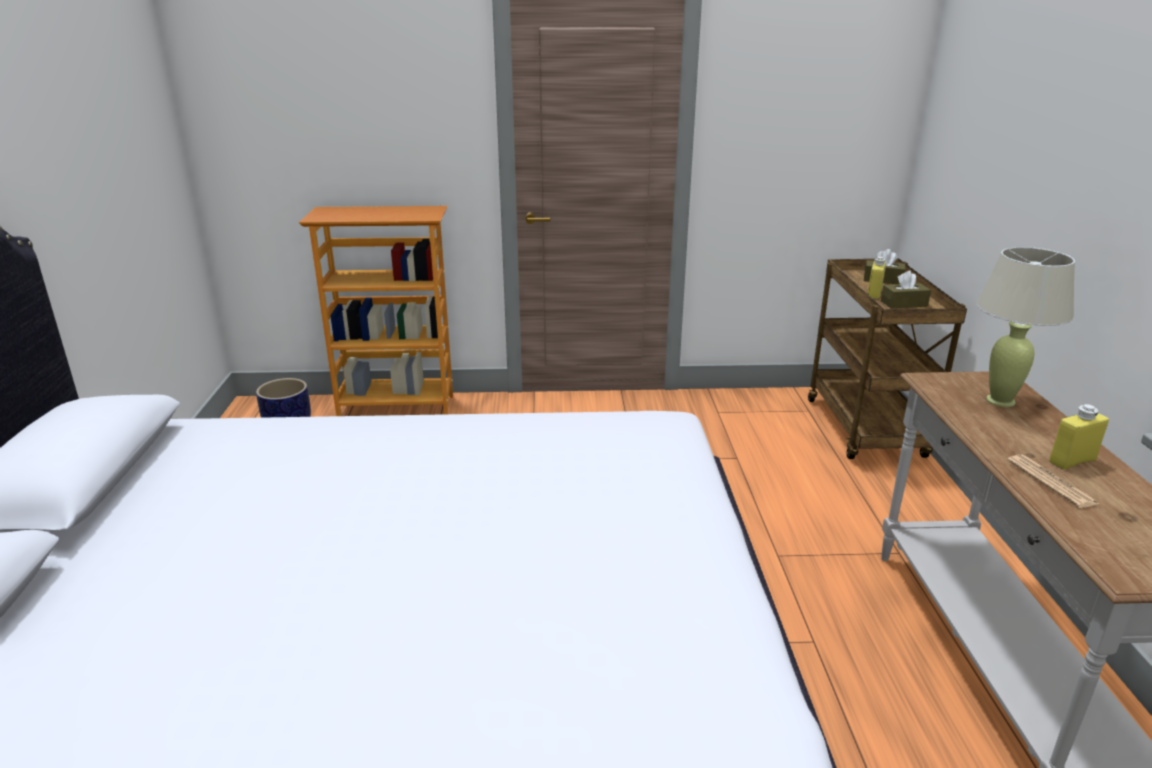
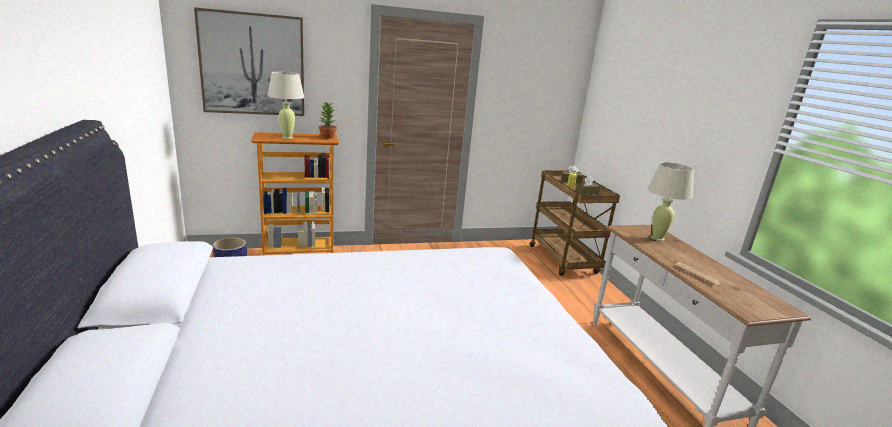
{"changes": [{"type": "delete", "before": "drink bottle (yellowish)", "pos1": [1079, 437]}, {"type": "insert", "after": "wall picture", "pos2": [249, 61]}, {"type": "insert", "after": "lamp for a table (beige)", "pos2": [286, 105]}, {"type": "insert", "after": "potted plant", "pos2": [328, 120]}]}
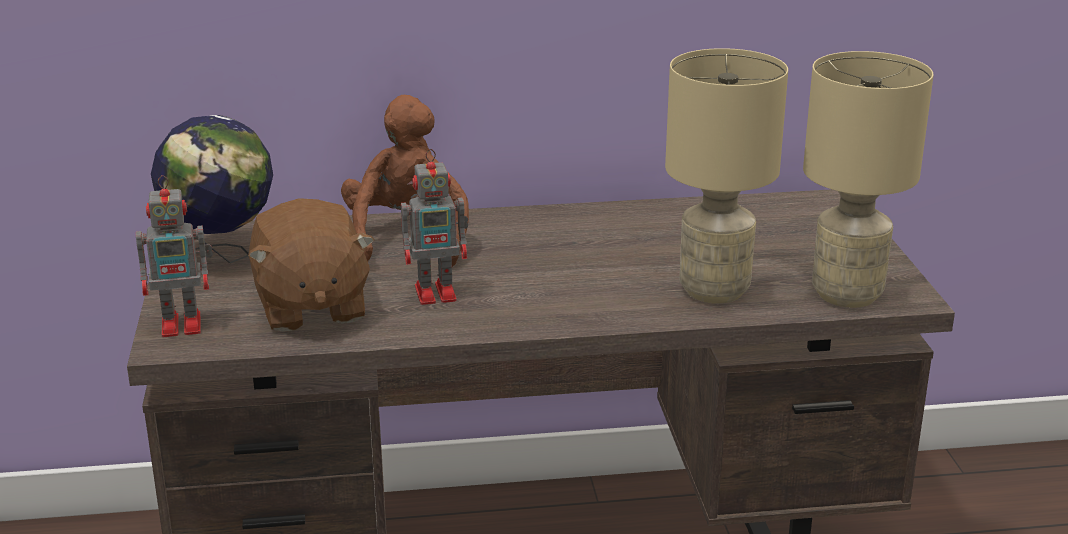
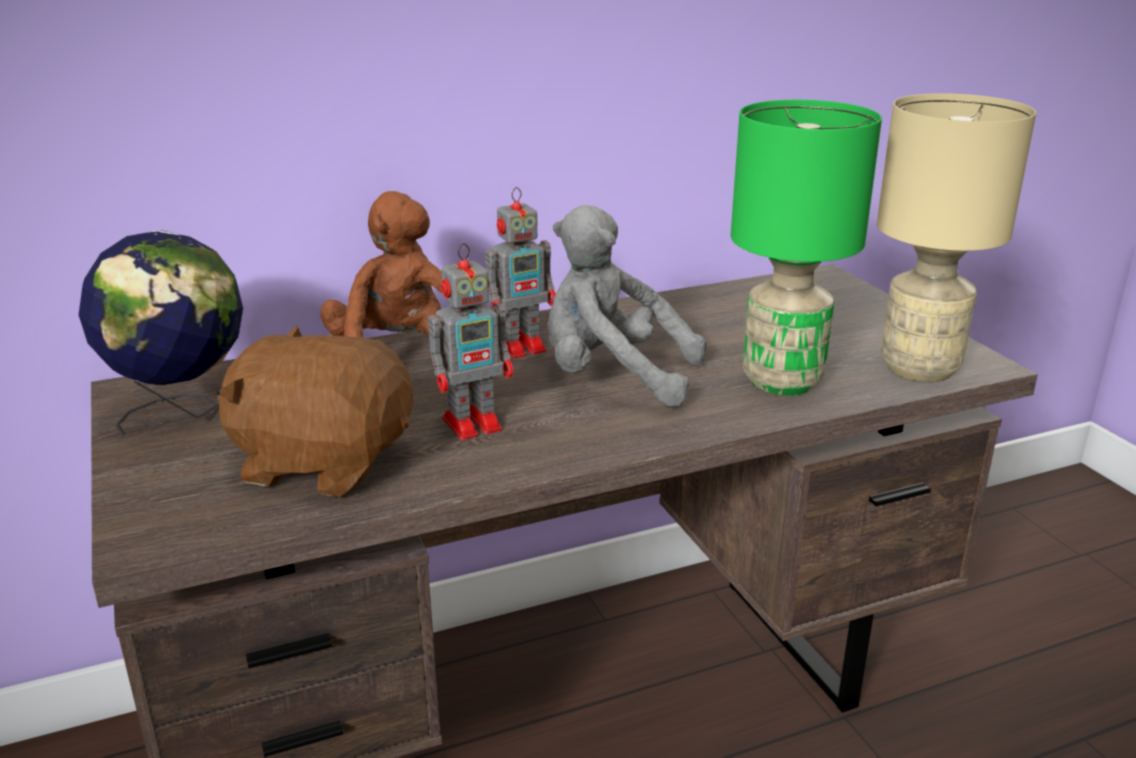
{"changes": [{"type": "move", "before": "toy robot", "pos1": [174, 256], "pos2": [520, 273]}, {"type": "rotate", "before": "plush toy (brown-coloured)", "pos1": [311, 265], "pos2": [315, 411], "turn": 135}, {"type": "recolor", "before": "lamp for a table (beige)", "after": "lamp for a table (green-coloured)", "pos1": [726, 176], "pos2": [806, 248]}, {"type": "insert", "after": "plush toy (gray)", "pos2": [626, 306]}]}
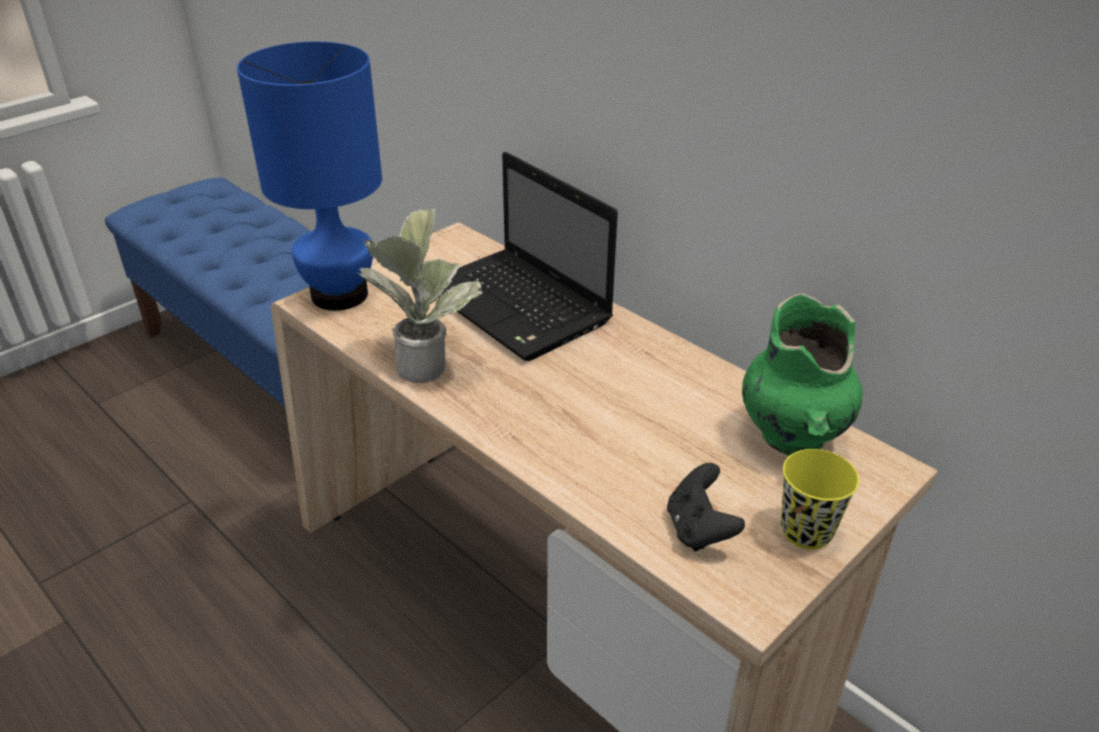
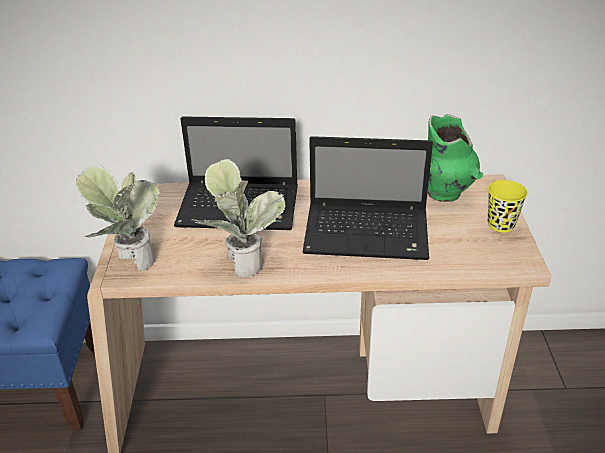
{"changes": [{"type": "replace", "before": "lamp for a table (bluish)", "after": "potted plant", "pos1": [309, 176], "pos2": [118, 218]}, {"type": "delete", "before": "joypad (black)", "pos1": [706, 507]}, {"type": "insert", "after": "portable computer", "pos2": [367, 198]}]}
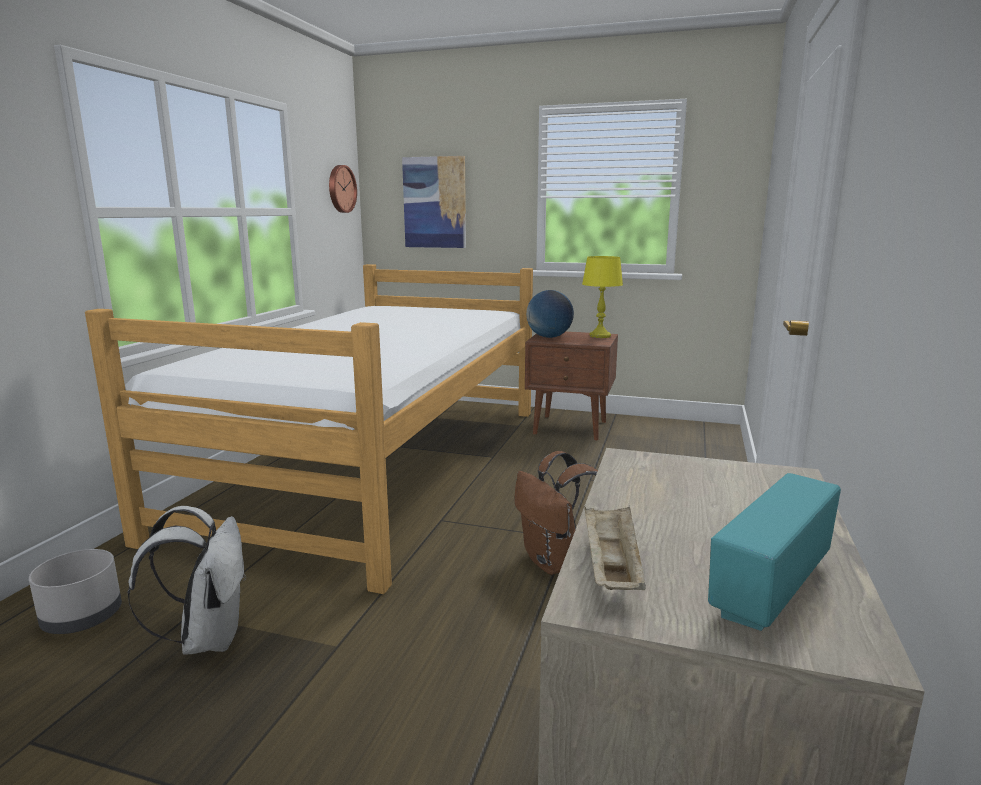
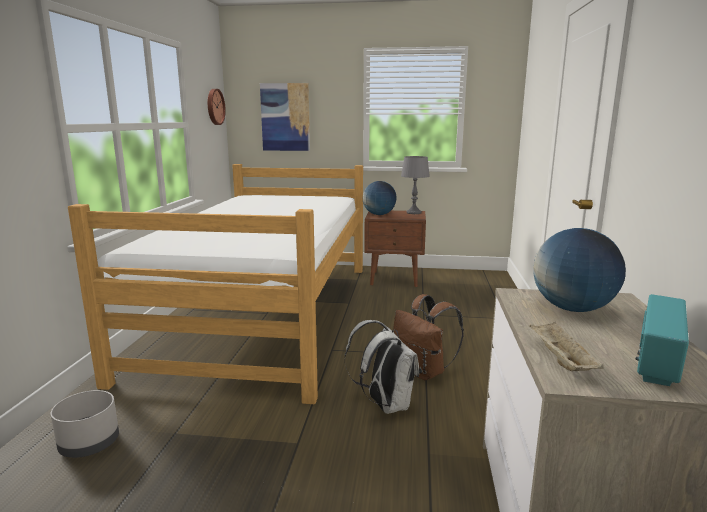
{"changes": [{"type": "move", "before": "knapsack (white)", "pos1": [187, 580], "pos2": [381, 367]}, {"type": "recolor", "before": "lamp for a table (yellowish)", "after": "lamp for a table (gray)", "pos1": [602, 297], "pos2": [415, 185]}, {"type": "insert", "after": "globe", "pos2": [580, 270]}]}
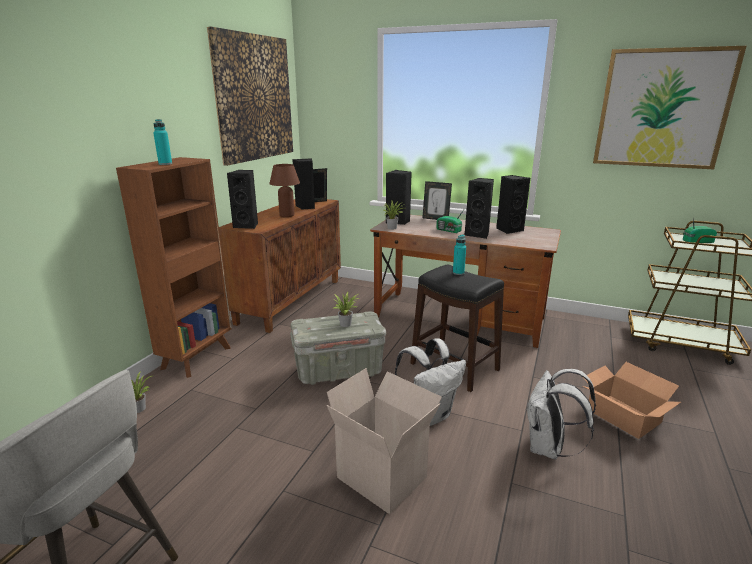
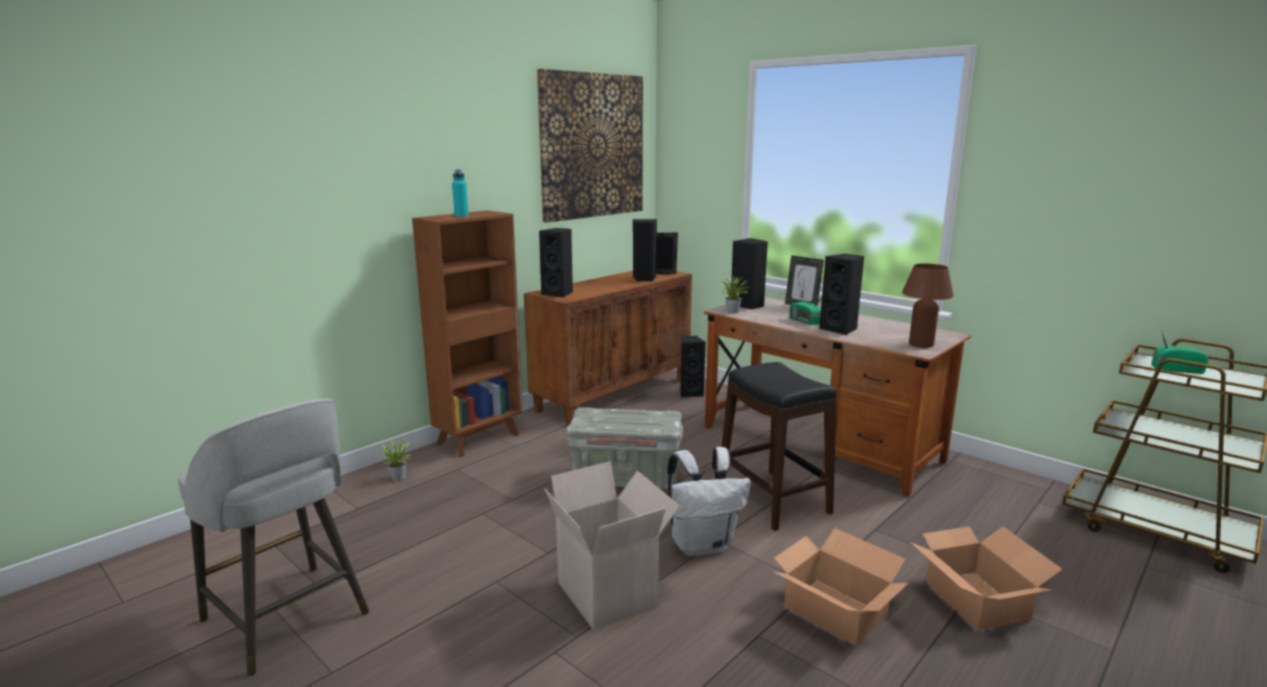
{"changes": [{"type": "move", "before": "lamp for a table (brown-coloured)", "pos1": [284, 190], "pos2": [928, 305]}, {"type": "delete", "before": "potted plant", "pos1": [346, 309]}, {"type": "delete", "before": "drink bottle (turquoise)", "pos1": [459, 254]}, {"type": "move", "before": "speaker (black)", "pos1": [513, 204], "pos2": [693, 366]}, {"type": "replace", "before": "knapsack (white)", "after": "carton", "pos1": [561, 414], "pos2": [840, 587]}, {"type": "delete", "before": "wall picture", "pos1": [669, 107]}]}
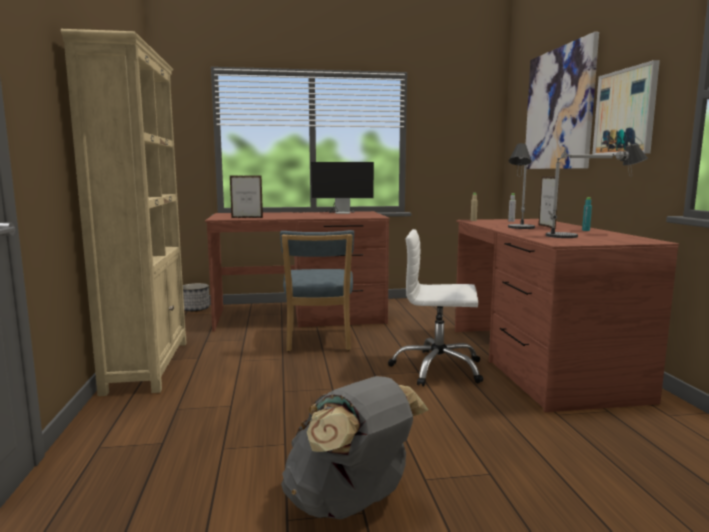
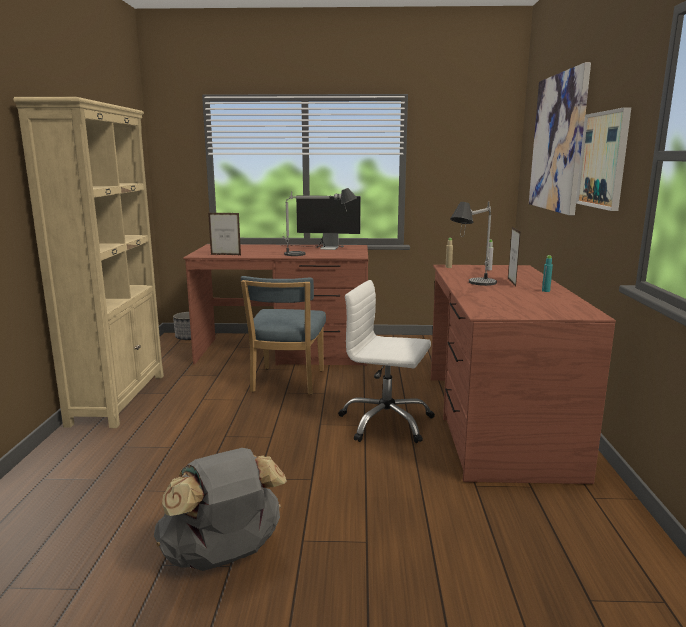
{"changes": [{"type": "move", "before": "lamp for a table", "pos1": [597, 190], "pos2": [320, 222]}]}
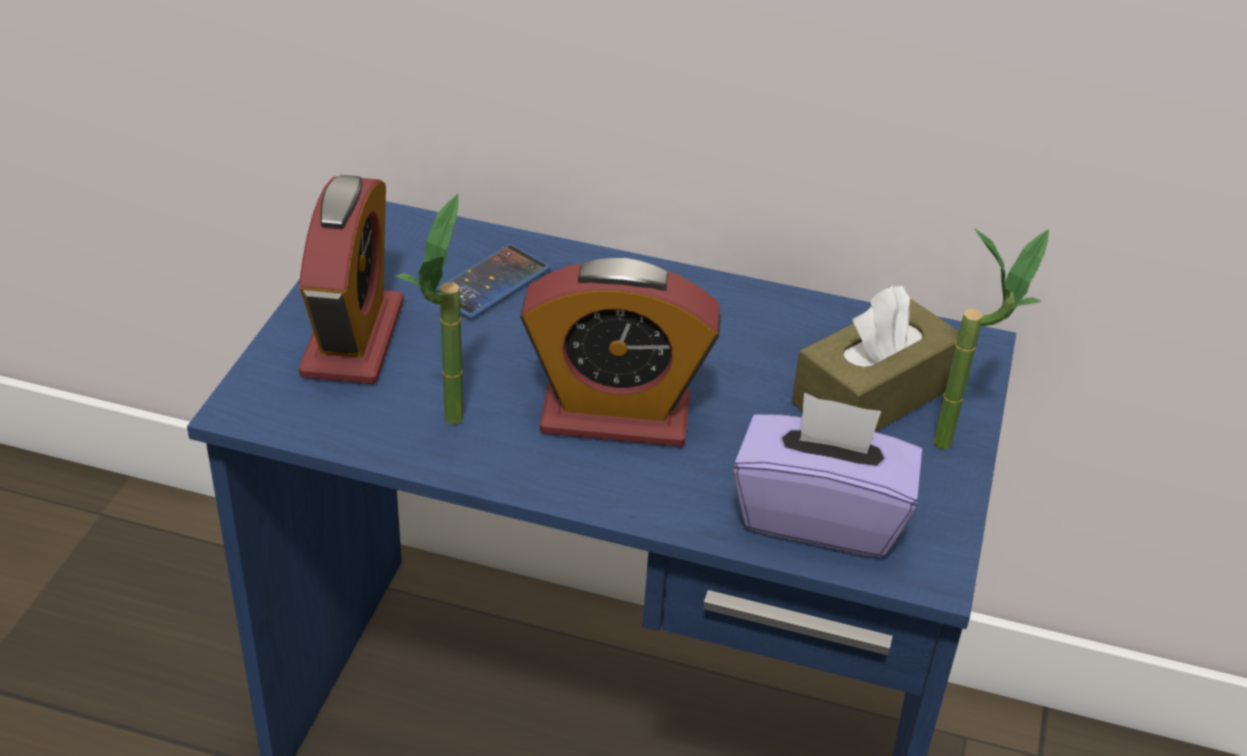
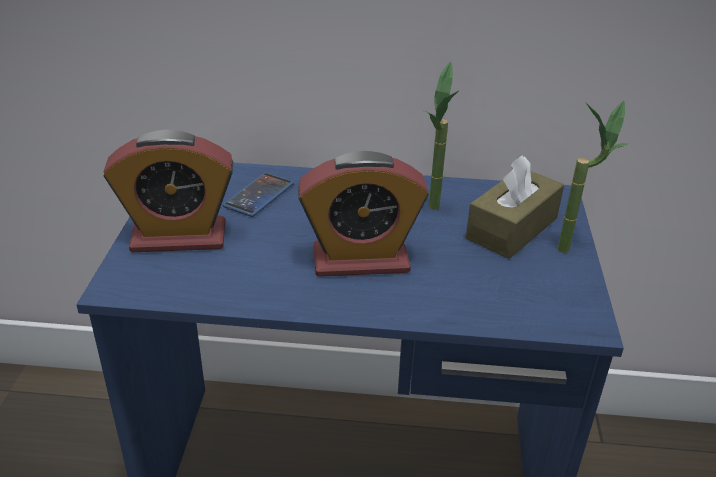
{"changes": [{"type": "rotate", "before": "bedside clock", "pos1": [351, 279], "pos2": [168, 191], "turn": 90}, {"type": "move", "before": "potted plant", "pos1": [429, 309], "pos2": [441, 135]}, {"type": "delete", "before": "tissue holder (purple-coloured)", "pos1": [828, 474]}]}
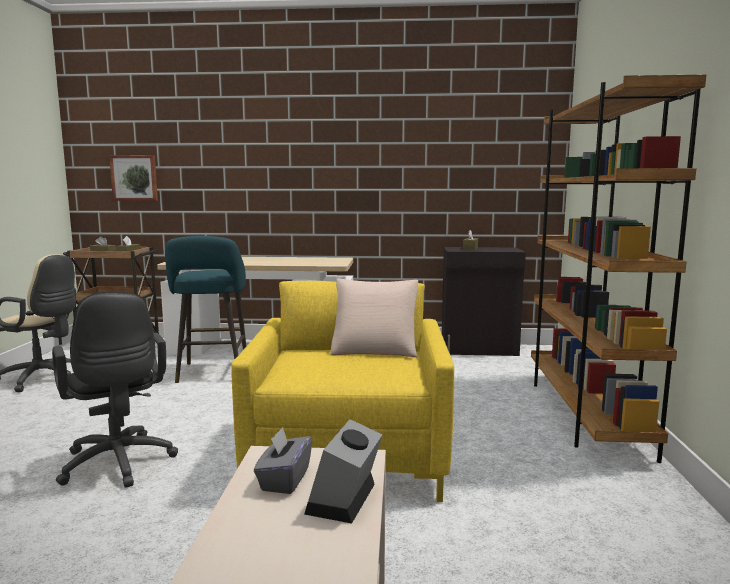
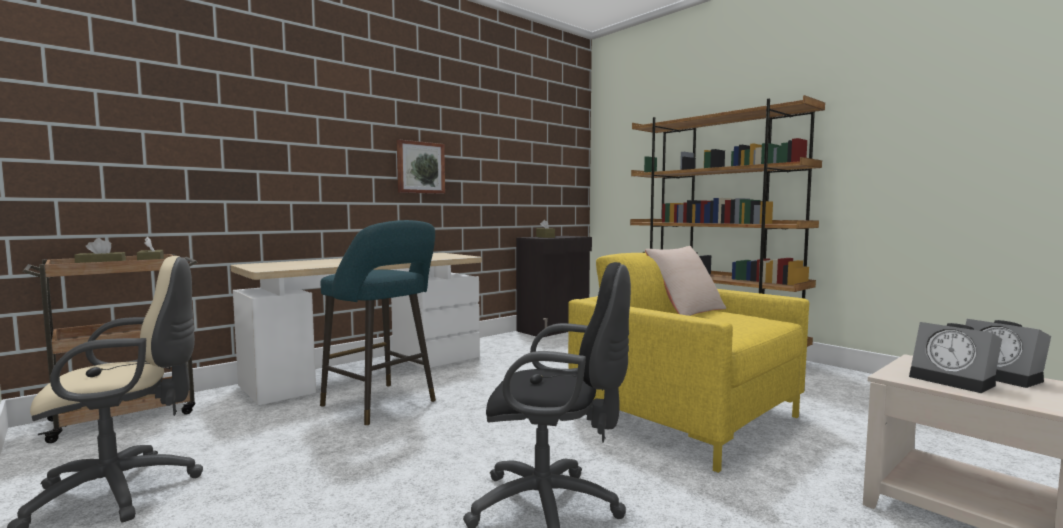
{"changes": [{"type": "move", "before": "wall picture", "pos1": [133, 178], "pos2": [421, 167]}, {"type": "replace", "before": "tissue holder (gray)", "after": "bedside clock", "pos1": [283, 460], "pos2": [955, 357]}]}
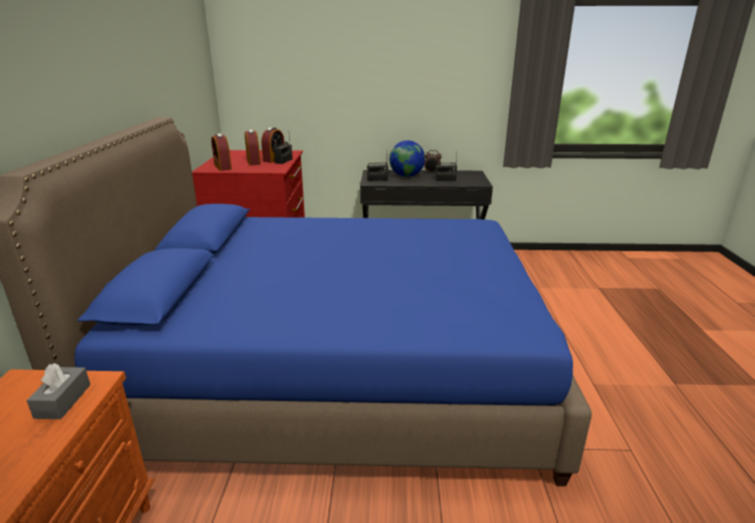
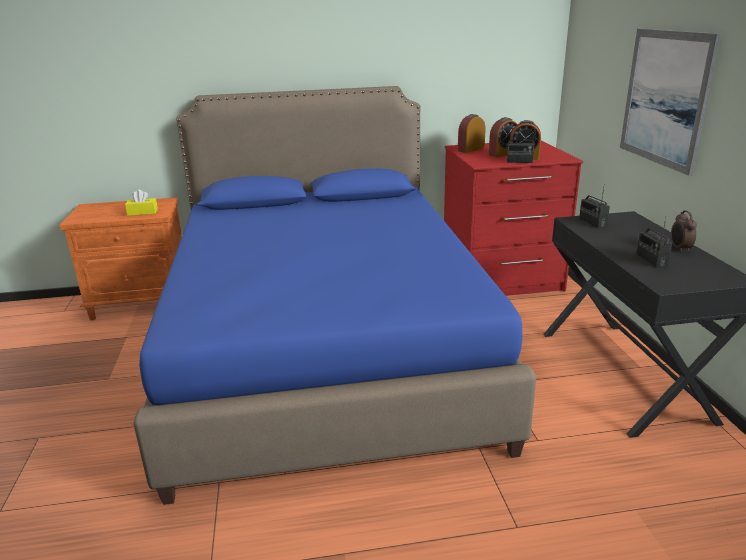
{"changes": [{"type": "recolor", "before": "tissue holder (gray)", "after": "tissue holder (yellowish)", "pos1": [58, 391], "pos2": [141, 203]}, {"type": "delete", "before": "globe", "pos1": [407, 158]}, {"type": "insert", "after": "wall picture", "pos2": [670, 102]}]}
